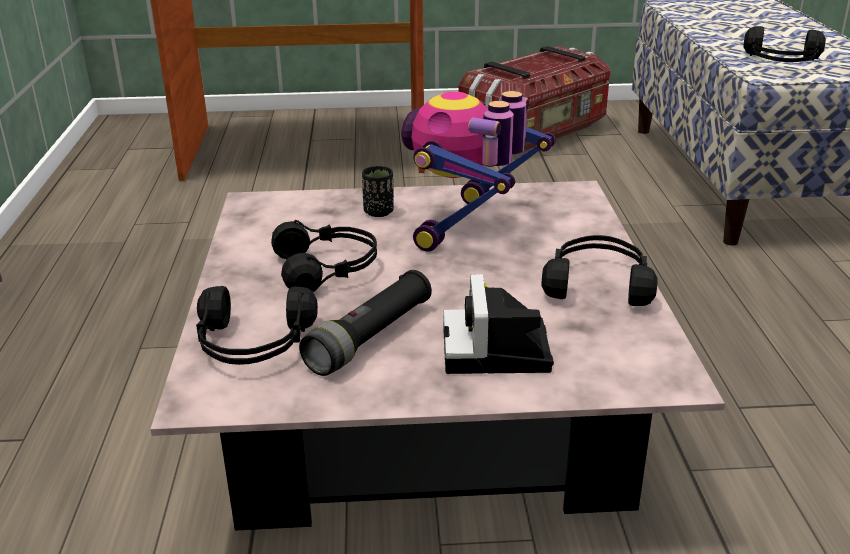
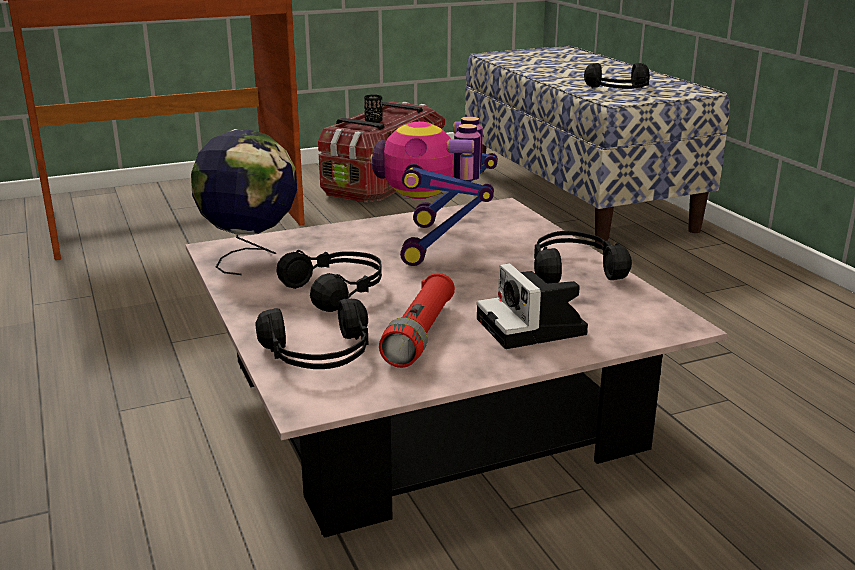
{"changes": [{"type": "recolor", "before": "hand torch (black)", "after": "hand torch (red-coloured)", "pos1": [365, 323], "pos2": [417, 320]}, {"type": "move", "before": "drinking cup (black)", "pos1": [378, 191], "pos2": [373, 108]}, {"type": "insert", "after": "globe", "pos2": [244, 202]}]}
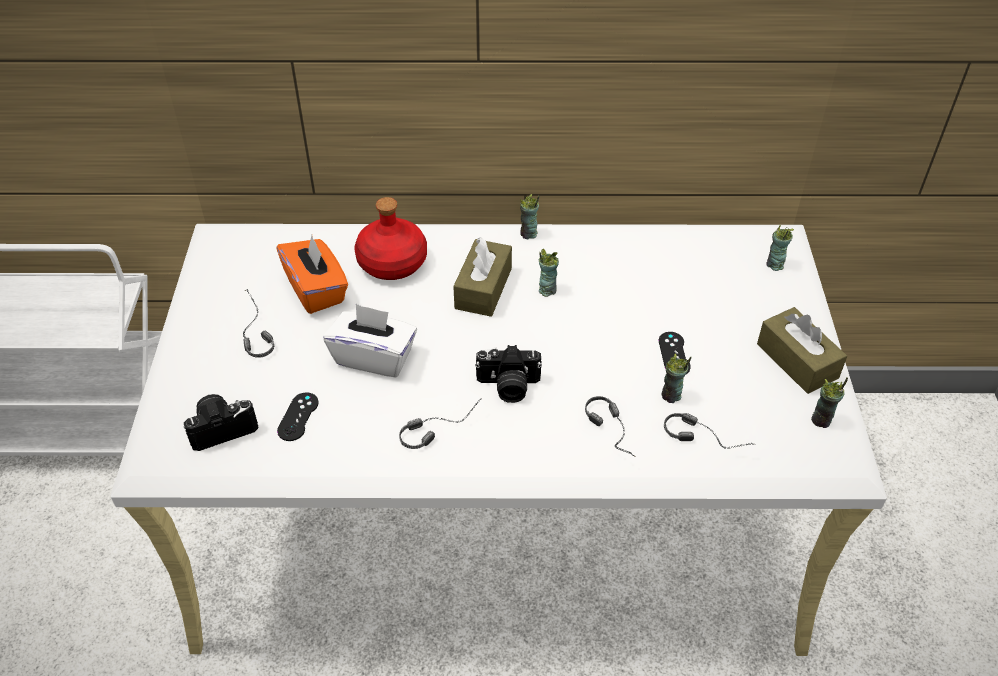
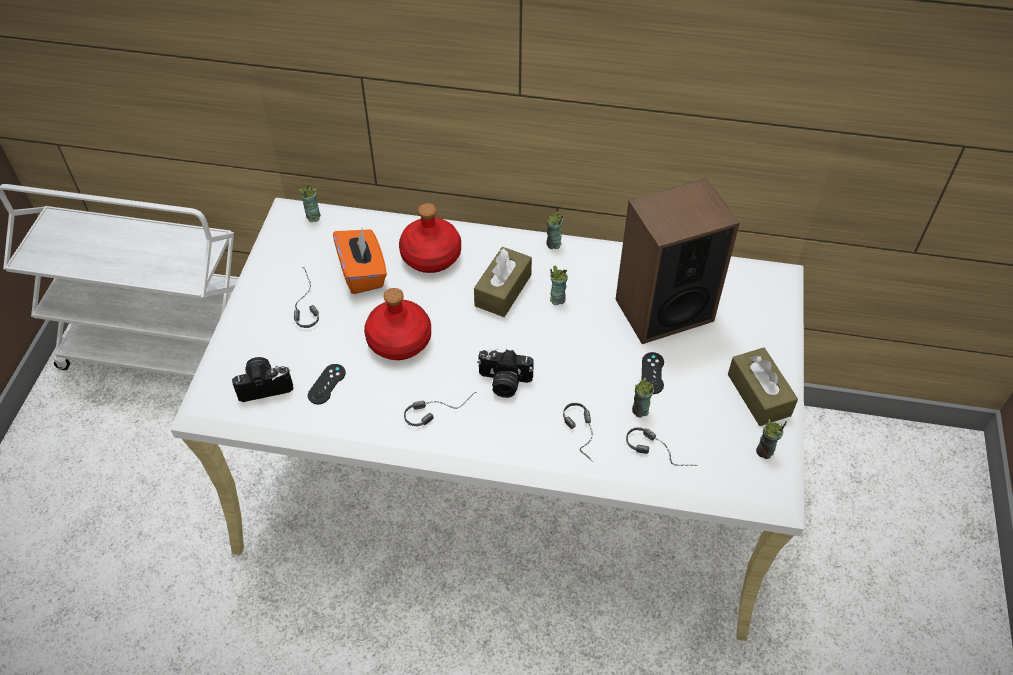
{"changes": [{"type": "replace", "before": "tissue holder (white)", "after": "drink bottle (red-coloured)", "pos1": [370, 341], "pos2": [397, 324]}, {"type": "move", "before": "drinking cup", "pos1": [780, 248], "pos2": [310, 203]}, {"type": "insert", "after": "speaker", "pos2": [677, 261]}]}
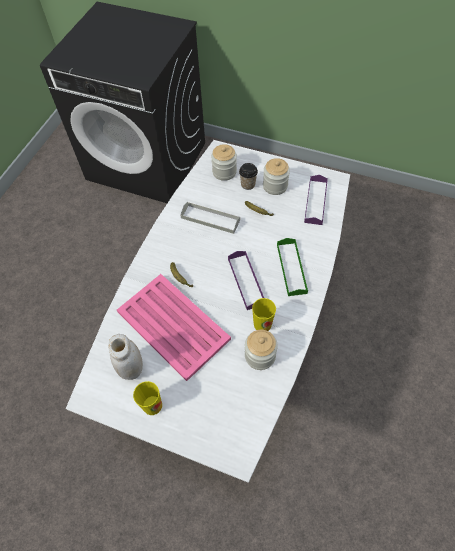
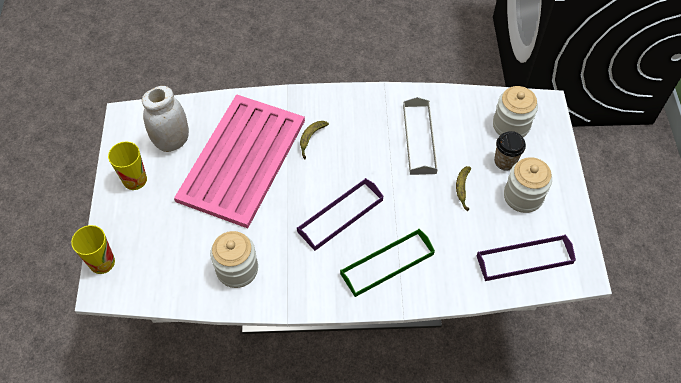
{"changes": [{"type": "move", "before": "drinking cup", "pos1": [264, 314], "pos2": [93, 249]}]}
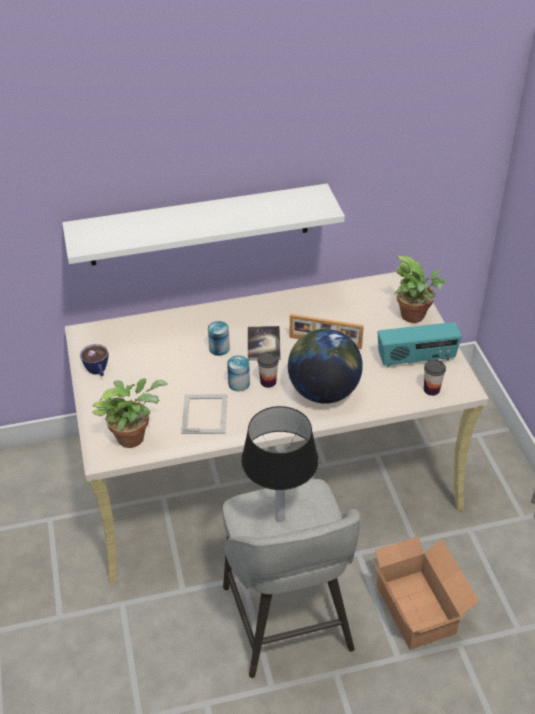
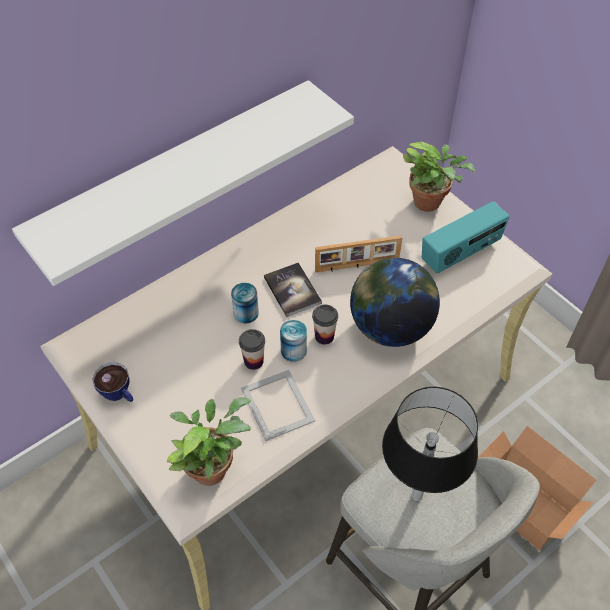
{"changes": [{"type": "move", "before": "drinking cup", "pos1": [435, 377], "pos2": [252, 349]}]}
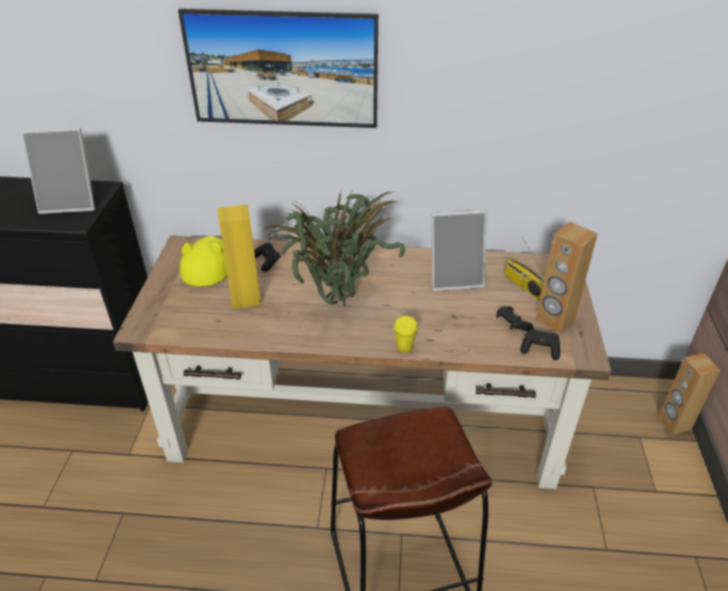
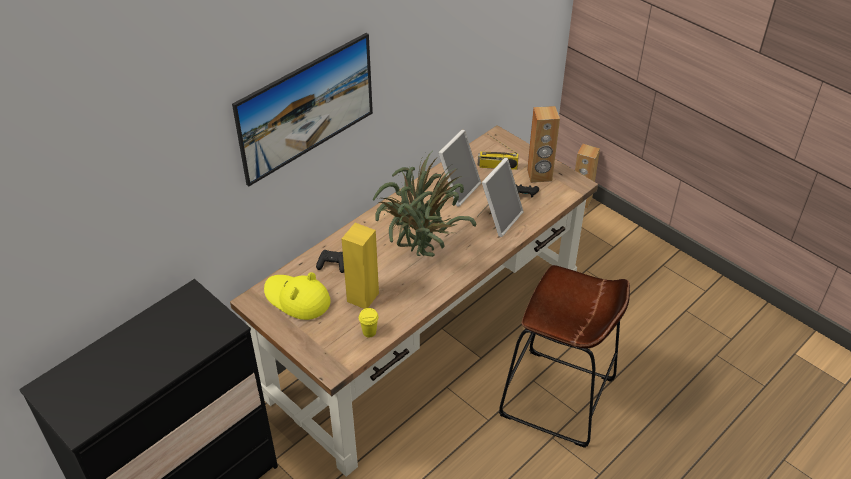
{"changes": [{"type": "move", "before": "photo frame", "pos1": [58, 171], "pos2": [500, 197]}, {"type": "move", "before": "drinking cup (yellowish)", "pos1": [406, 334], "pos2": [369, 322]}, {"type": "delete", "before": "joypad (black)", "pos1": [540, 344]}]}
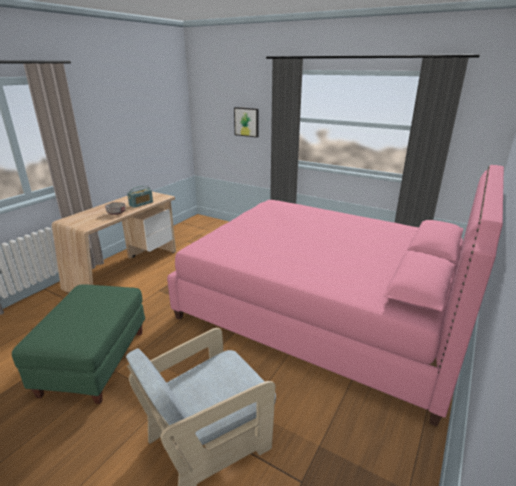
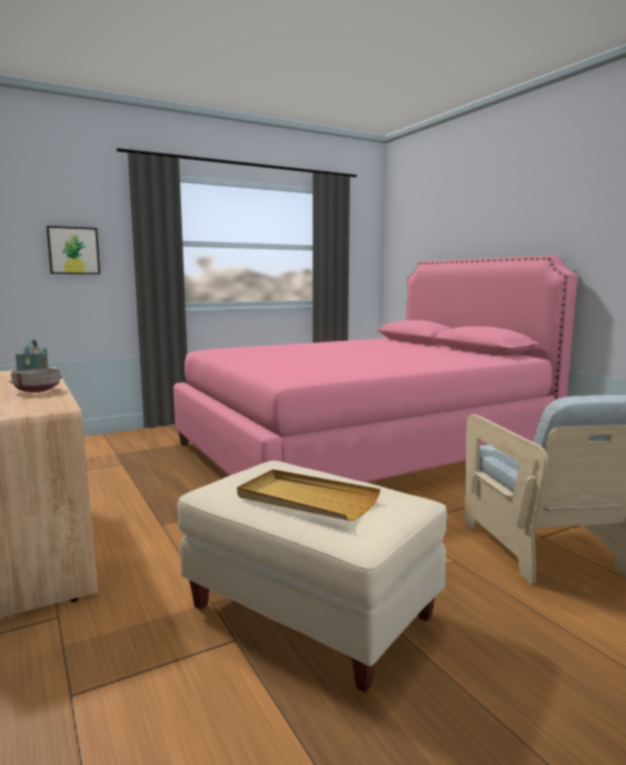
{"changes": [{"type": "recolor", "before": "ottoman (green-coloured)", "after": "ottoman (beige)", "pos1": [78, 344], "pos2": [312, 577]}, {"type": "insert", "after": "carrying tray (beige)", "pos2": [308, 495]}]}
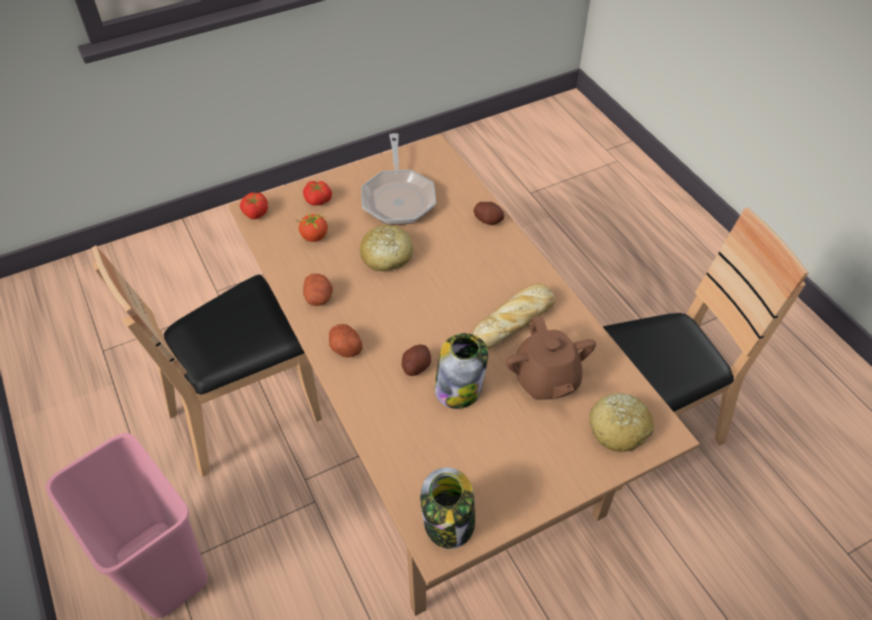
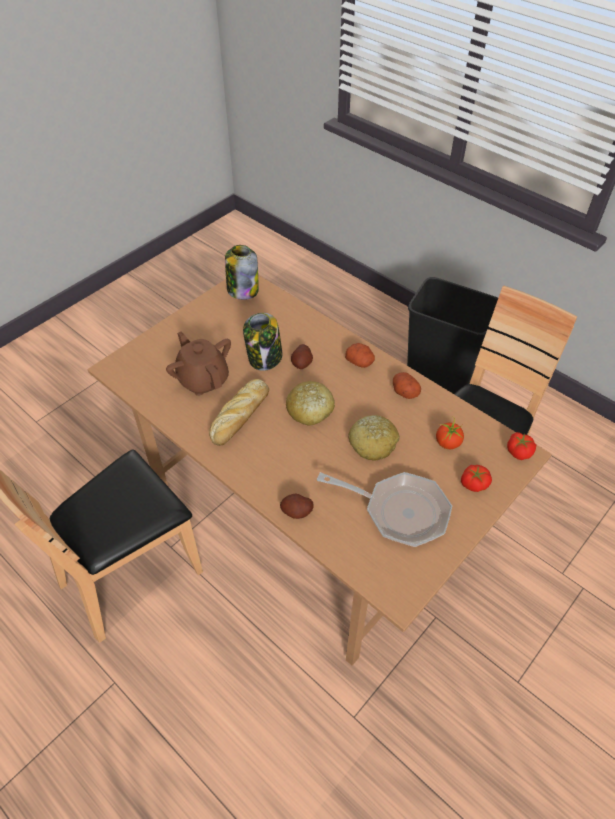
{"changes": [{"type": "recolor", "before": "waste bin (pink)", "after": "waste bin (black)", "pos1": [127, 525], "pos2": [452, 335]}, {"type": "rotate", "before": "frying pan", "pos1": [398, 179], "pos2": [384, 509], "turn": 135}, {"type": "move", "before": "bread", "pos1": [621, 422], "pos2": [310, 403]}]}
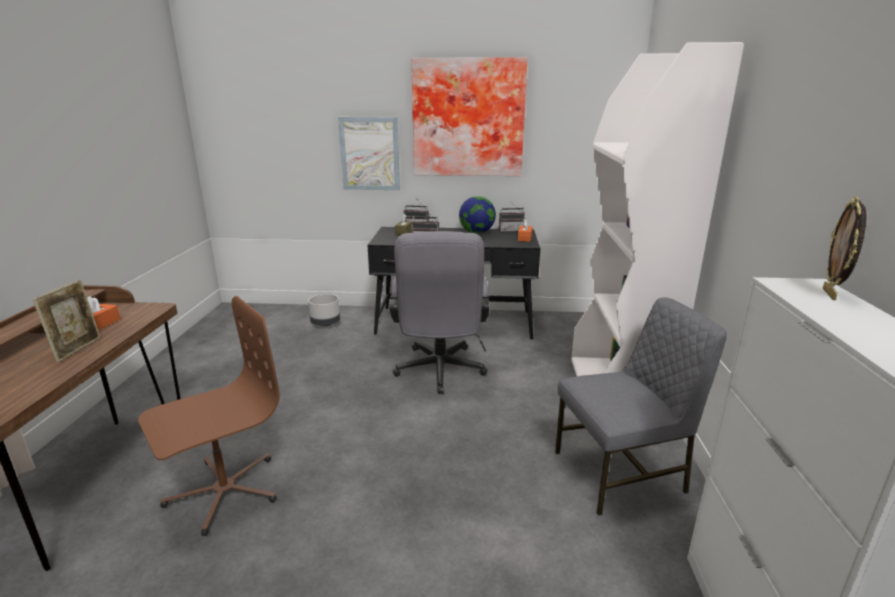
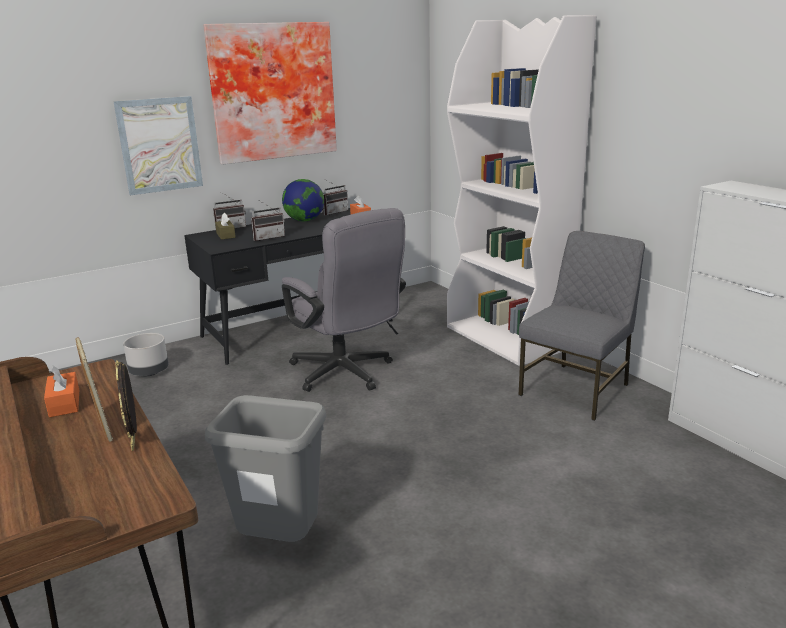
{"changes": [{"type": "replace", "before": "desk chair (brown-coloured)", "after": "waste bin (gray)", "pos1": [209, 416], "pos2": [265, 468]}, {"type": "move", "before": "photo frame", "pos1": [844, 248], "pos2": [126, 405]}]}
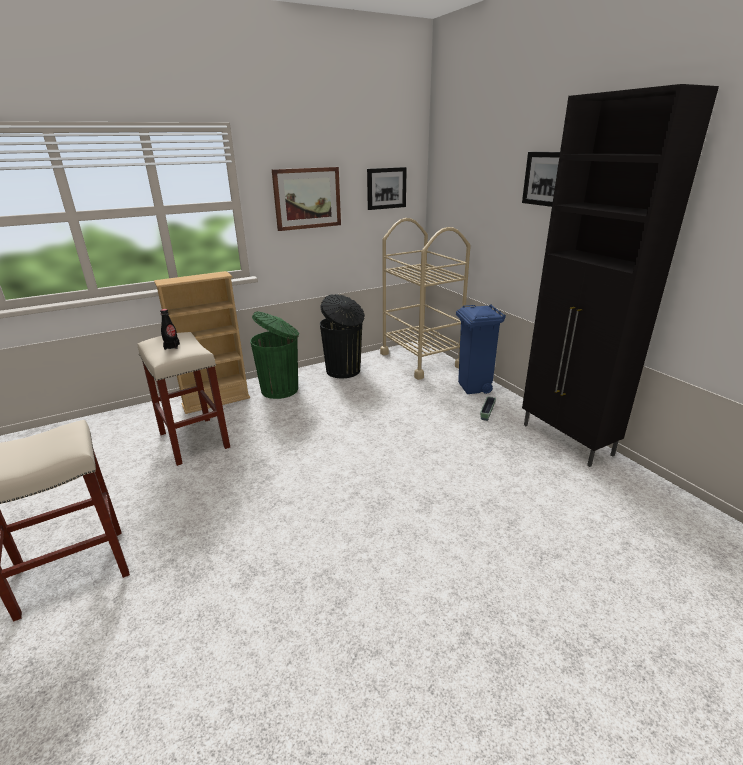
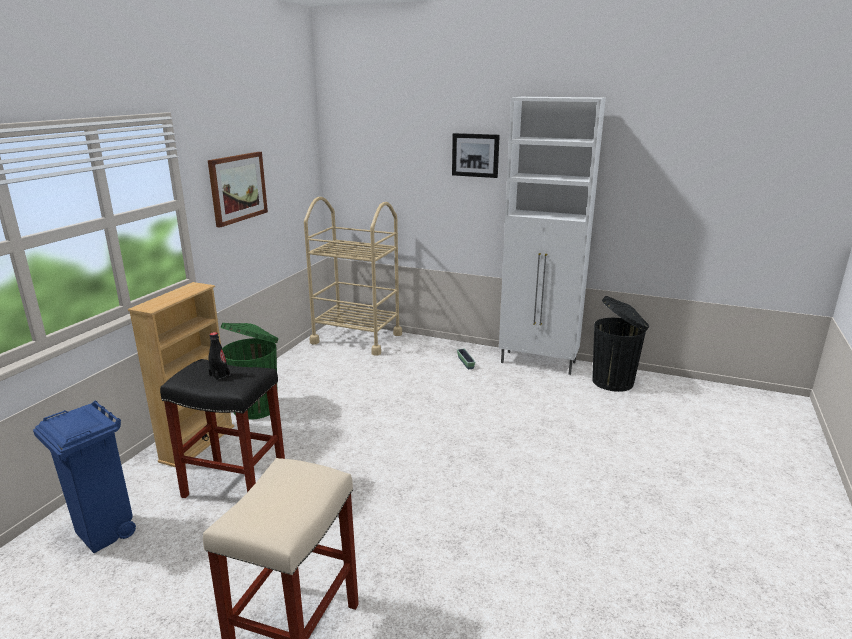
{"changes": [{"type": "recolor", "before": "sitting stool (beige)", "after": "sitting stool (black)", "pos1": [184, 399], "pos2": [222, 428]}, {"type": "move", "before": "waste bin (black)", "pos1": [342, 336], "pos2": [620, 344]}, {"type": "delete", "before": "wall picture", "pos1": [387, 188]}, {"type": "move", "before": "waste bin (bluish)", "pos1": [481, 349], "pos2": [84, 476]}, {"type": "recolor", "before": "cabinet (black)", "after": "cabinet (white)", "pos1": [620, 275], "pos2": [552, 236]}]}
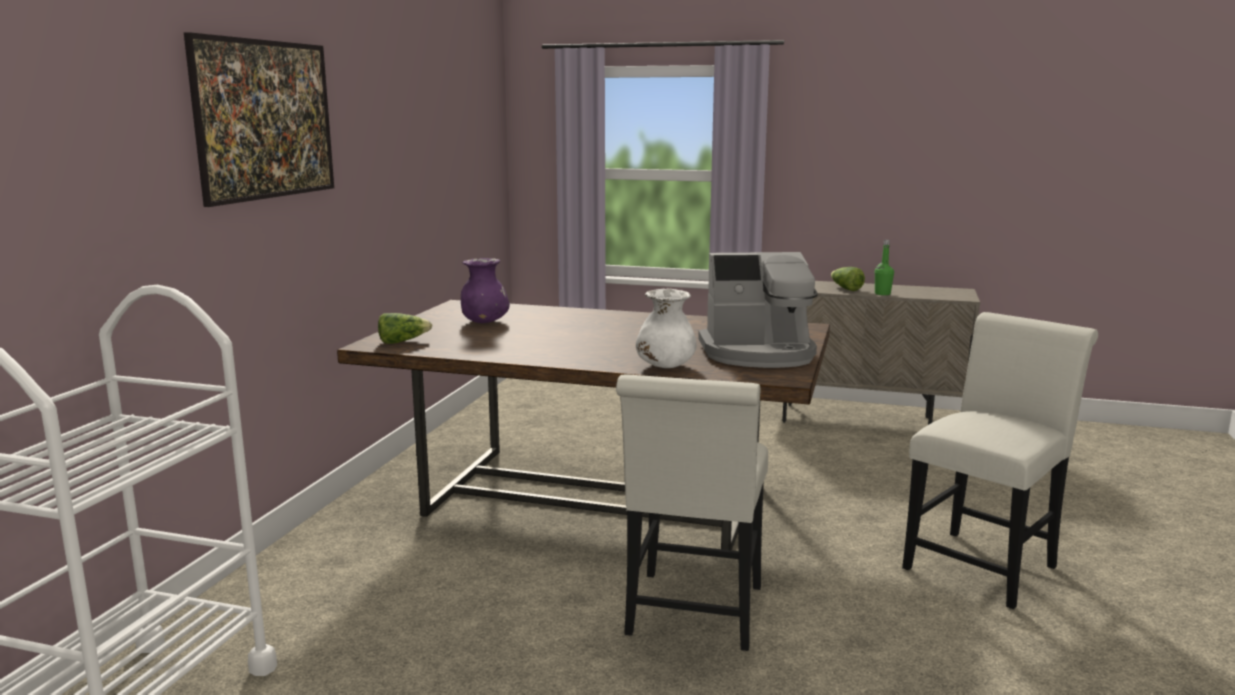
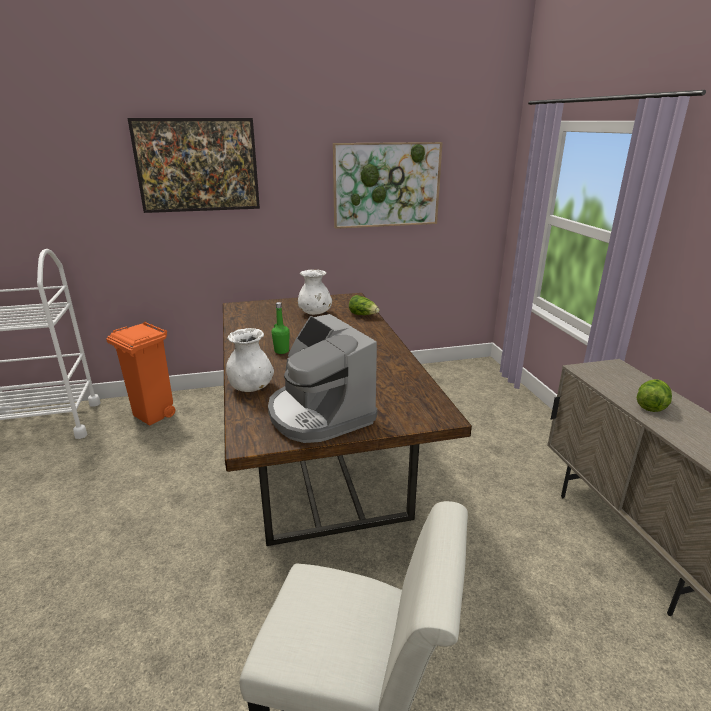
{"changes": [{"type": "move", "before": "head of lettuce", "pos1": [405, 328], "pos2": [364, 305]}, {"type": "recolor", "before": "flower vase (purple-coloured)", "after": "flower vase (white)", "pos1": [485, 290], "pos2": [315, 292]}, {"type": "delete", "before": "chair (white)", "pos1": [692, 512]}, {"type": "move", "before": "drink bottle (green-coloured)", "pos1": [884, 267], "pos2": [280, 328]}, {"type": "insert", "after": "waste bin (orangey)", "pos2": [140, 373]}, {"type": "insert", "after": "wall picture", "pos2": [388, 185]}]}
